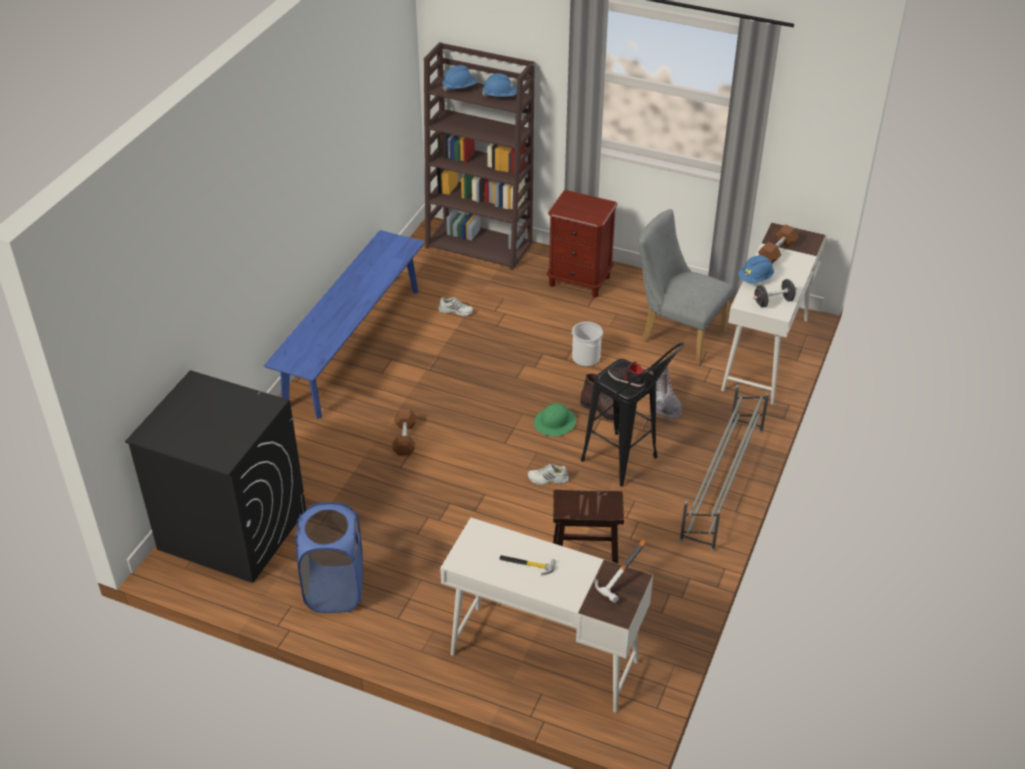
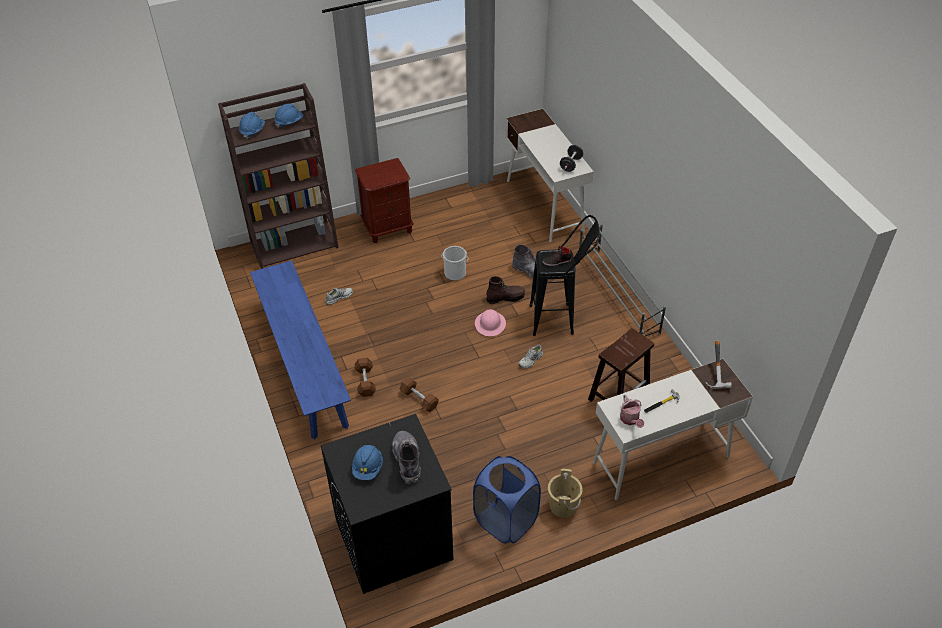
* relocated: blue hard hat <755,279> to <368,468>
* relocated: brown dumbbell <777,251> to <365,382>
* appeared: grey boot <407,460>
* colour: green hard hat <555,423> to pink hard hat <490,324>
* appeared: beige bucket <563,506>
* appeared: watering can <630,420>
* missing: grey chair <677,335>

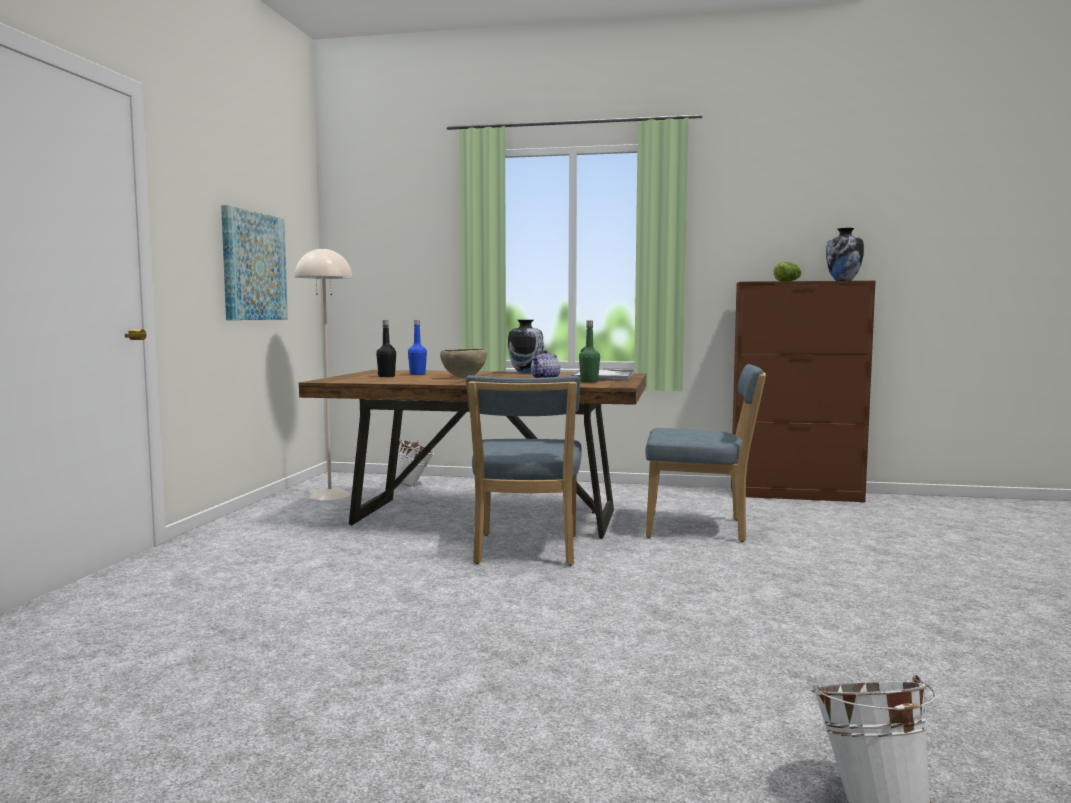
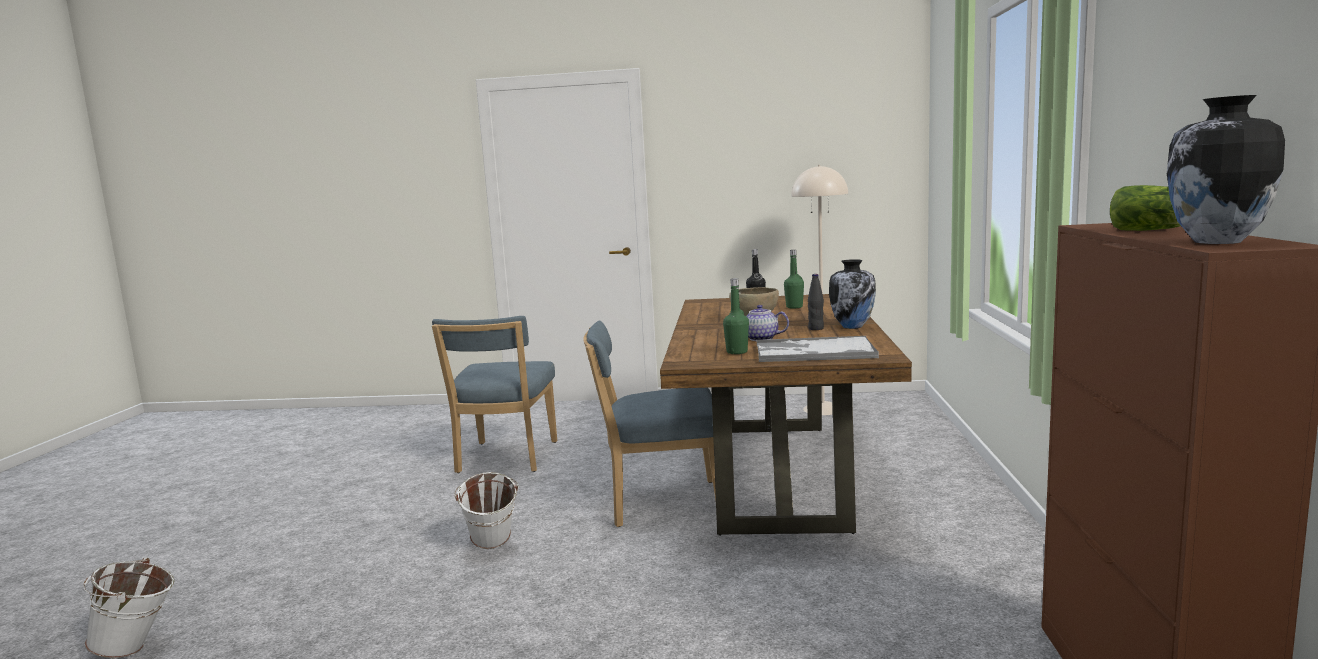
* relocated: blue chair <701,528> to <505,459>
* relocated: white bucket <413,486> to <491,547>
* colour: blue bottle <417,374> to green bottle <794,307>
* appeared: black bottle <816,328>
* missing: picture <253,266>

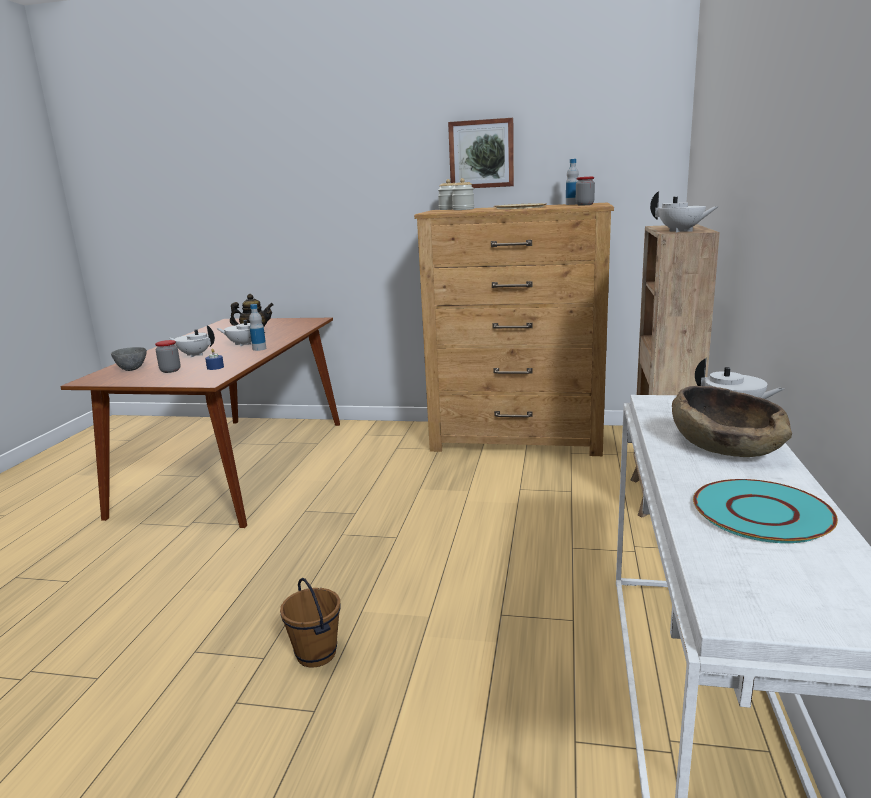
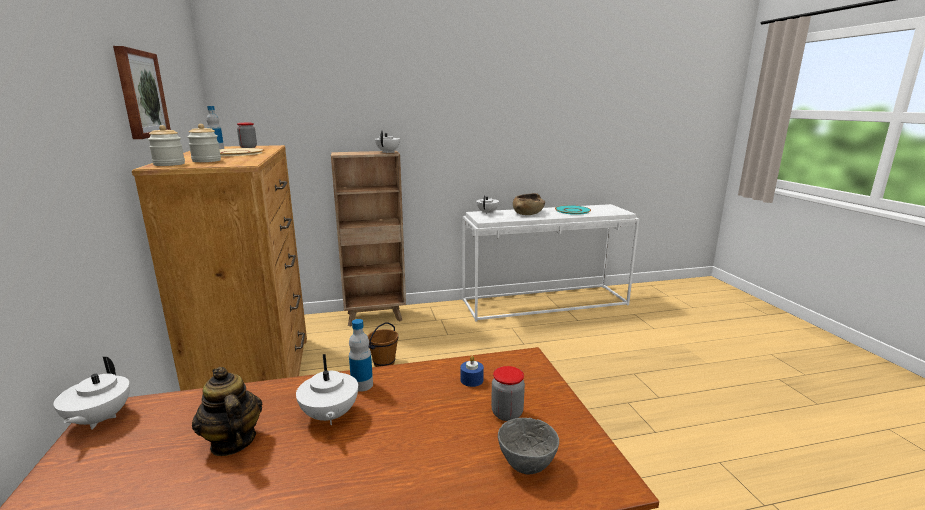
* relocated: white teapot <195,355> to <99,420>
* relocated: brown bucket <317,654> to <384,363>

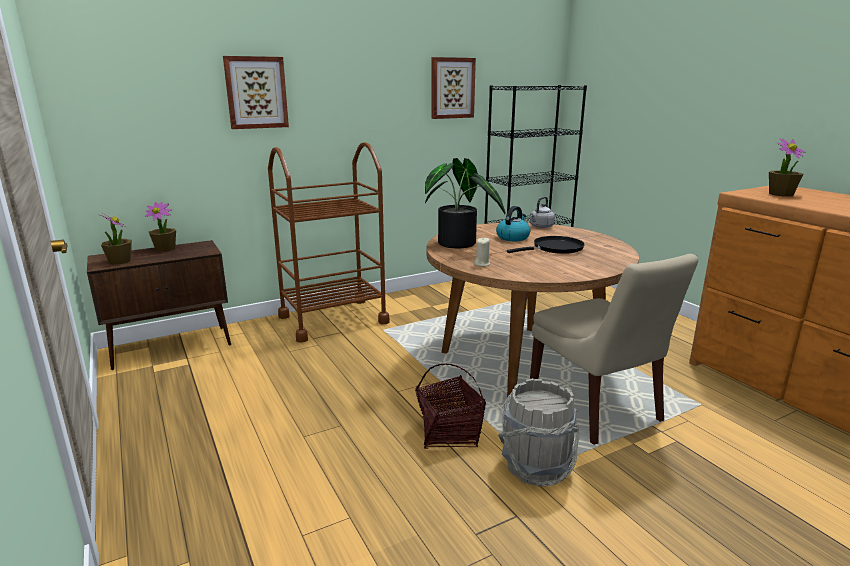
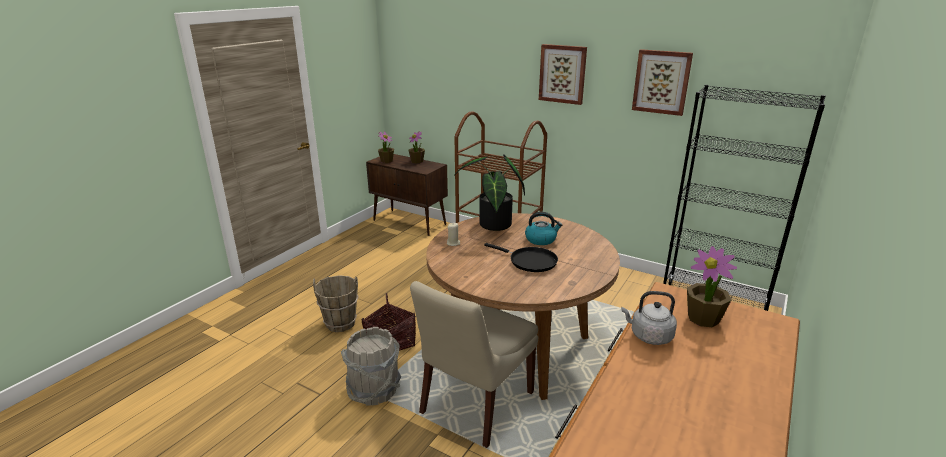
* appeared: brown bucket <340,323>
* relocated: picture <256,92> to <562,74>
* relocated: grey kettle <540,226> to <648,336>

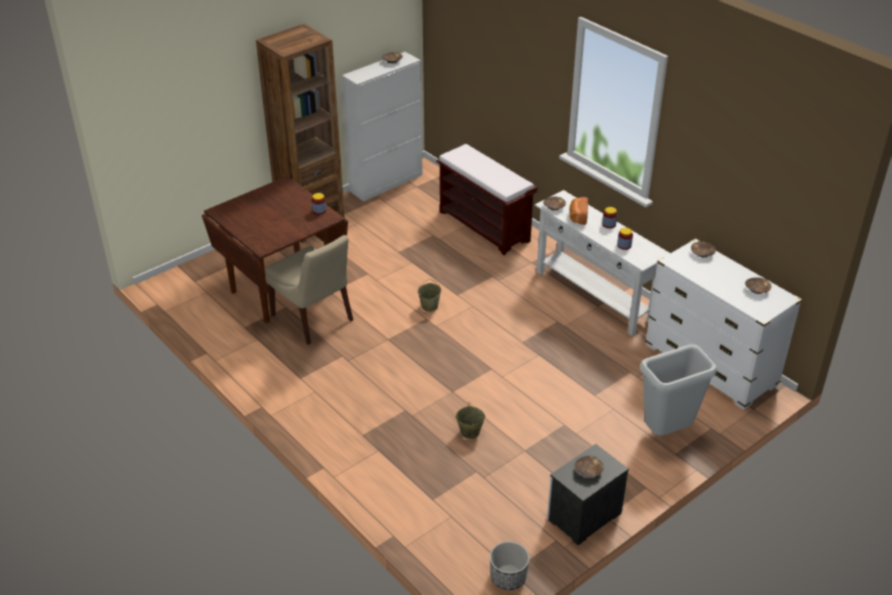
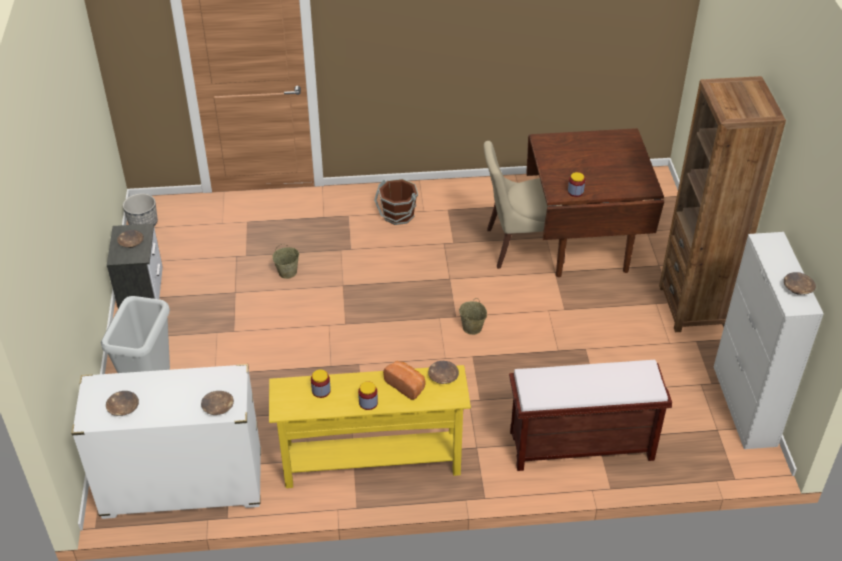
* colour: white console table <594,296> to yellow console table <372,464>
* appeared: brown bucket <398,215>

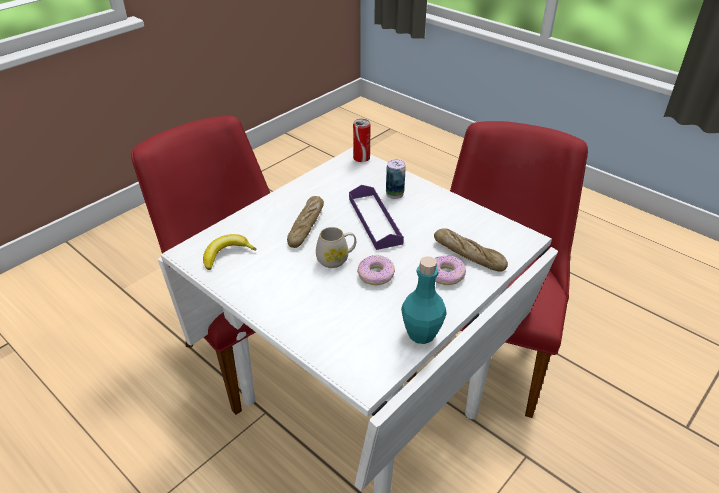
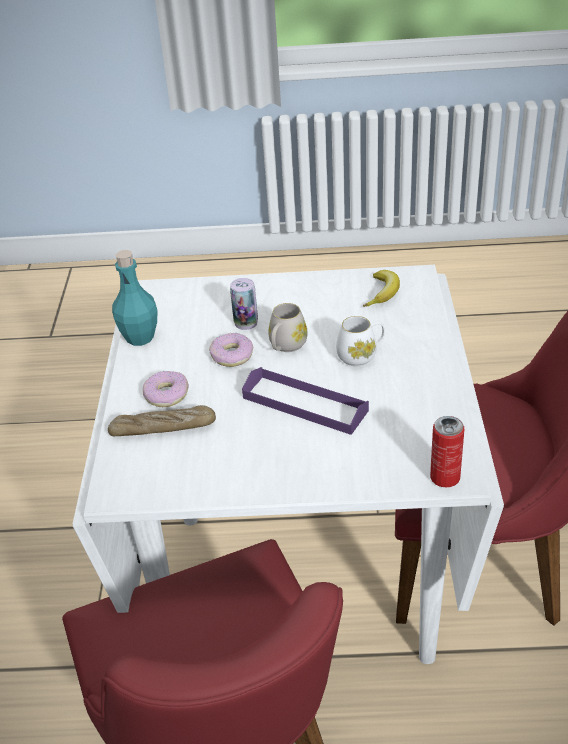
* relocated: can <394,194> to <246,323>
* exchanged: bread <306,226> to white mug <361,355>

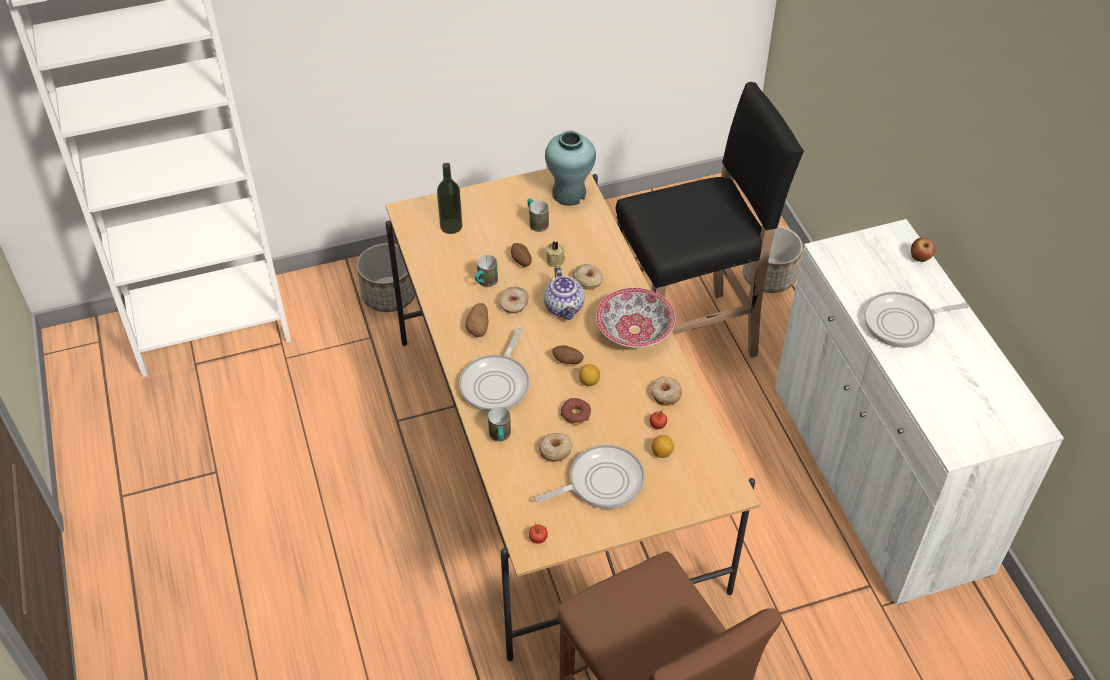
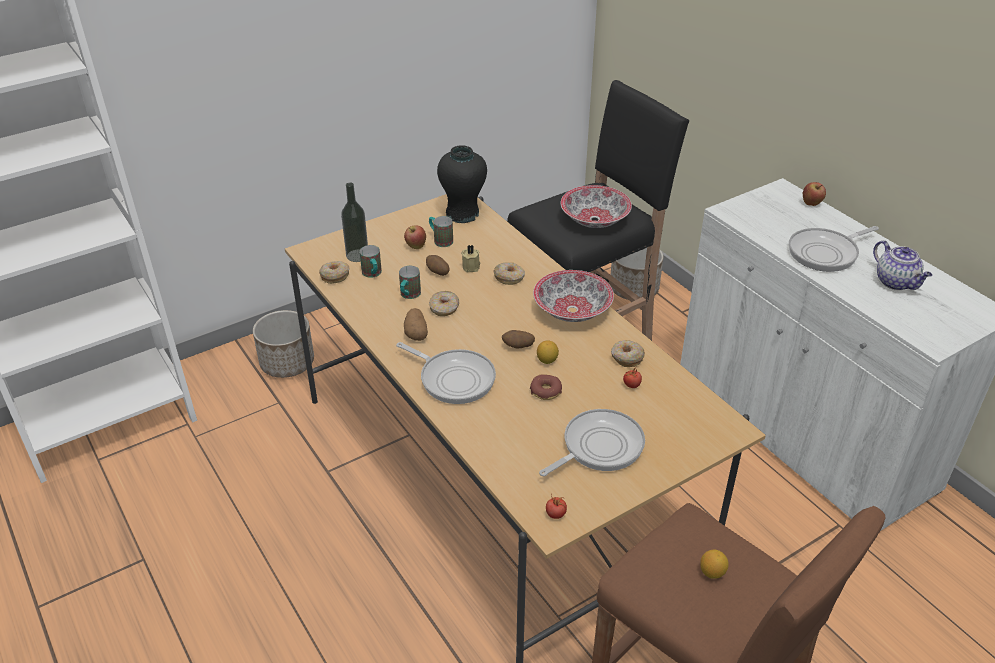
* relocated: donut <555,450> to <335,276>
* relocated: mug <500,437> to <373,274>
* spun: frying pan <497,383> = <454,378> 60 degrees counterclockwise
* appeared: apple <415,246>
* colour: turquoise vase <569,193> to black vase <462,213>
* appeared: bowl <594,220>
* relocated: lemon <662,453> to <712,572>
* relocated: teapot <564,308> to <896,282>

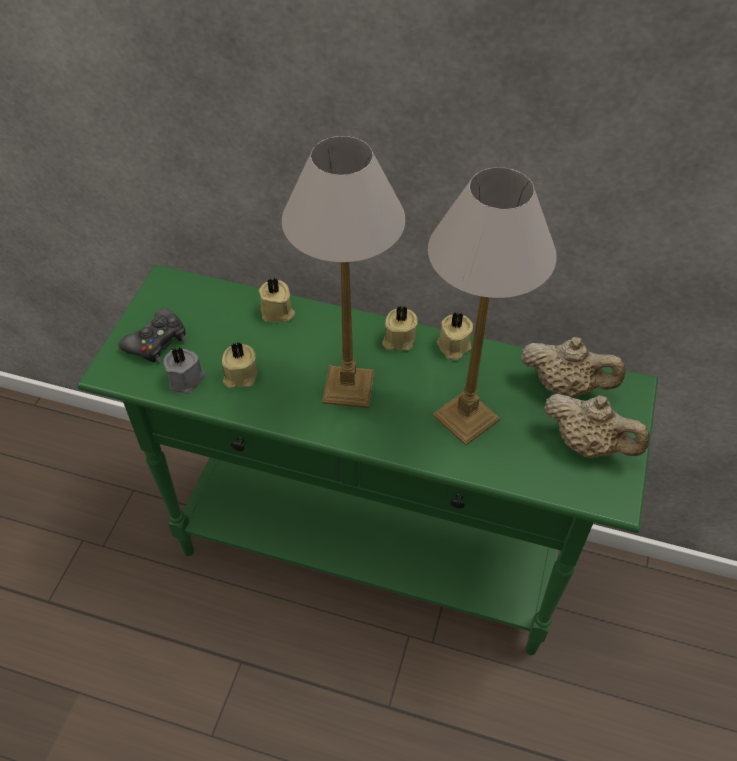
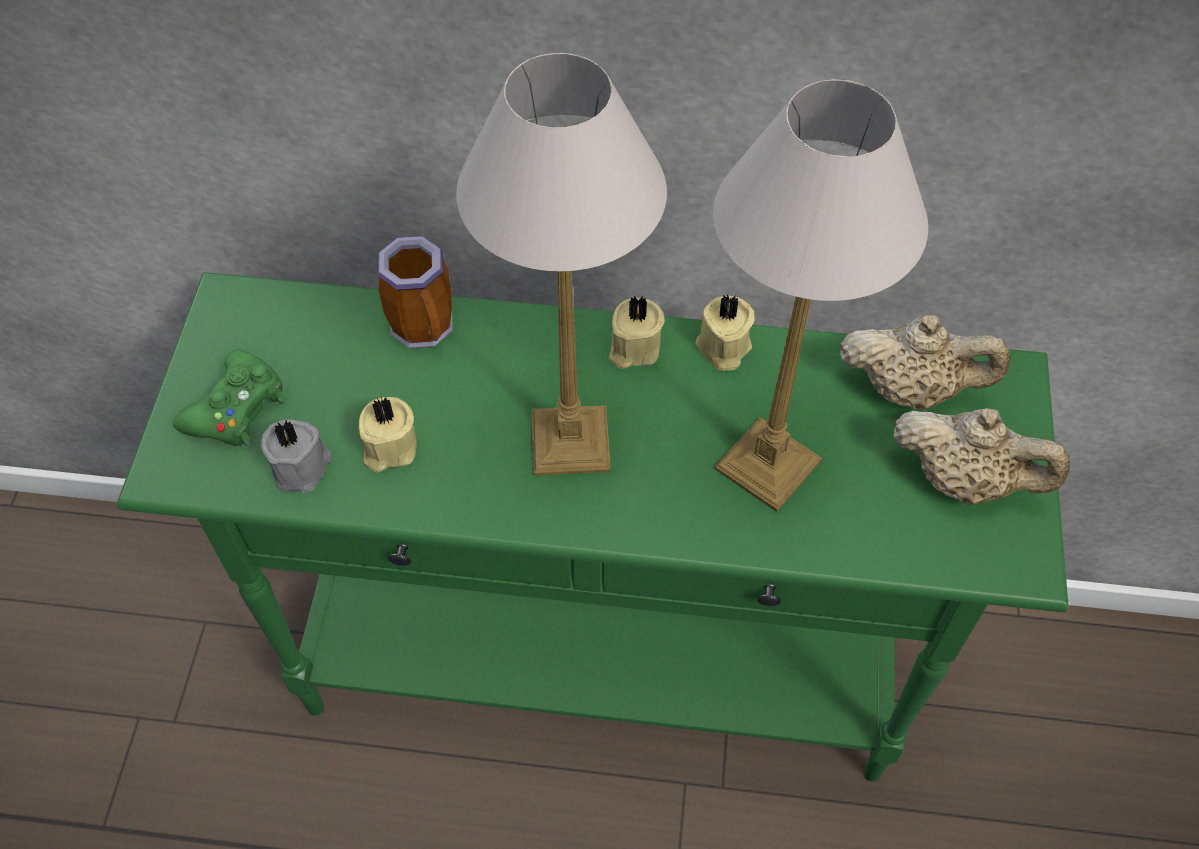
* colour: black game controller <157,342> to green game controller <237,409>
* exchanged: beige candle <277,312> to mug <427,329>

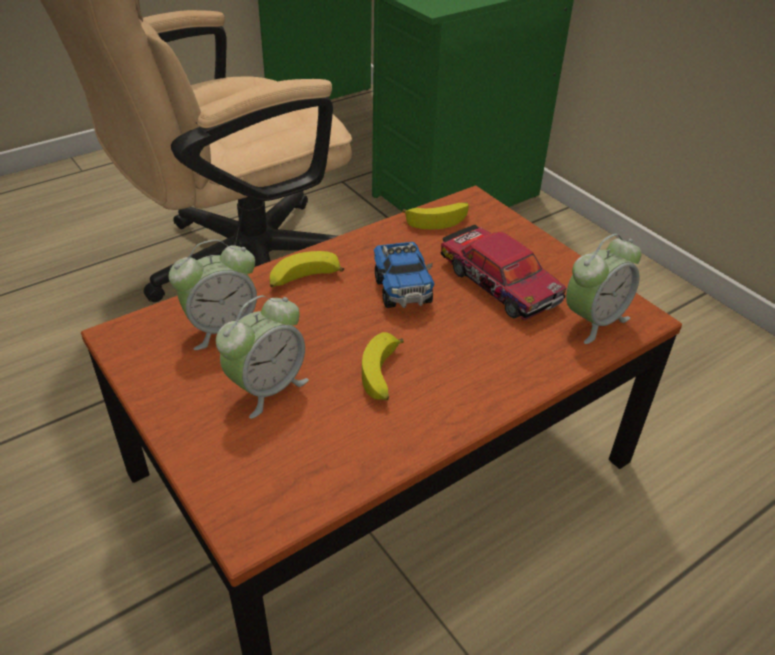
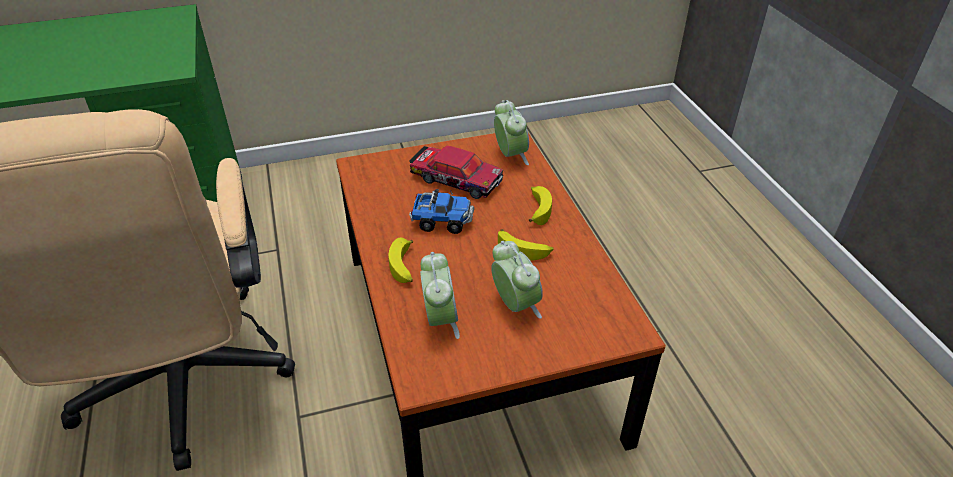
* spun: toy car <499,282> = <456,179> 45 degrees clockwise
* relocated: banana <438,219> to <537,209>

